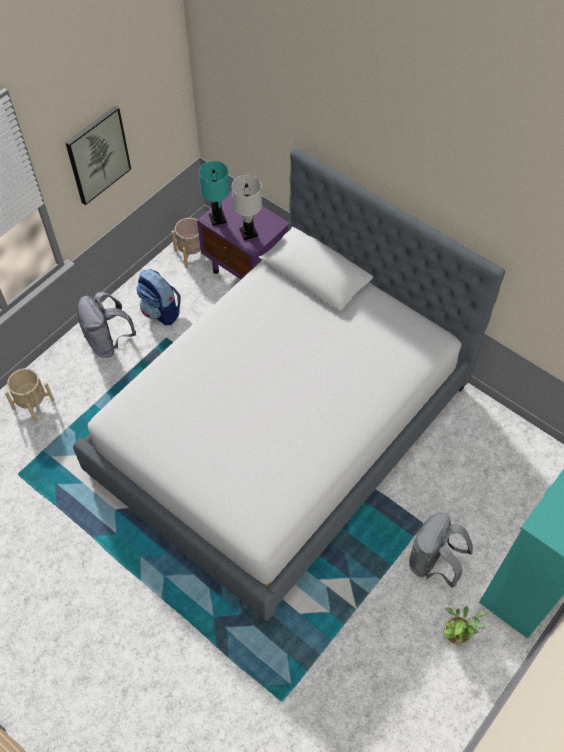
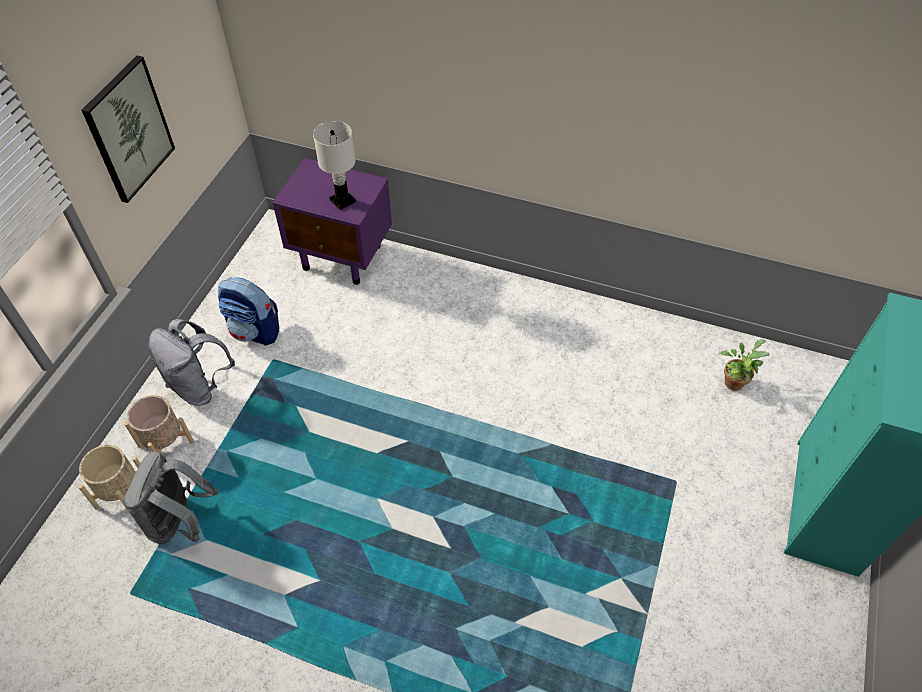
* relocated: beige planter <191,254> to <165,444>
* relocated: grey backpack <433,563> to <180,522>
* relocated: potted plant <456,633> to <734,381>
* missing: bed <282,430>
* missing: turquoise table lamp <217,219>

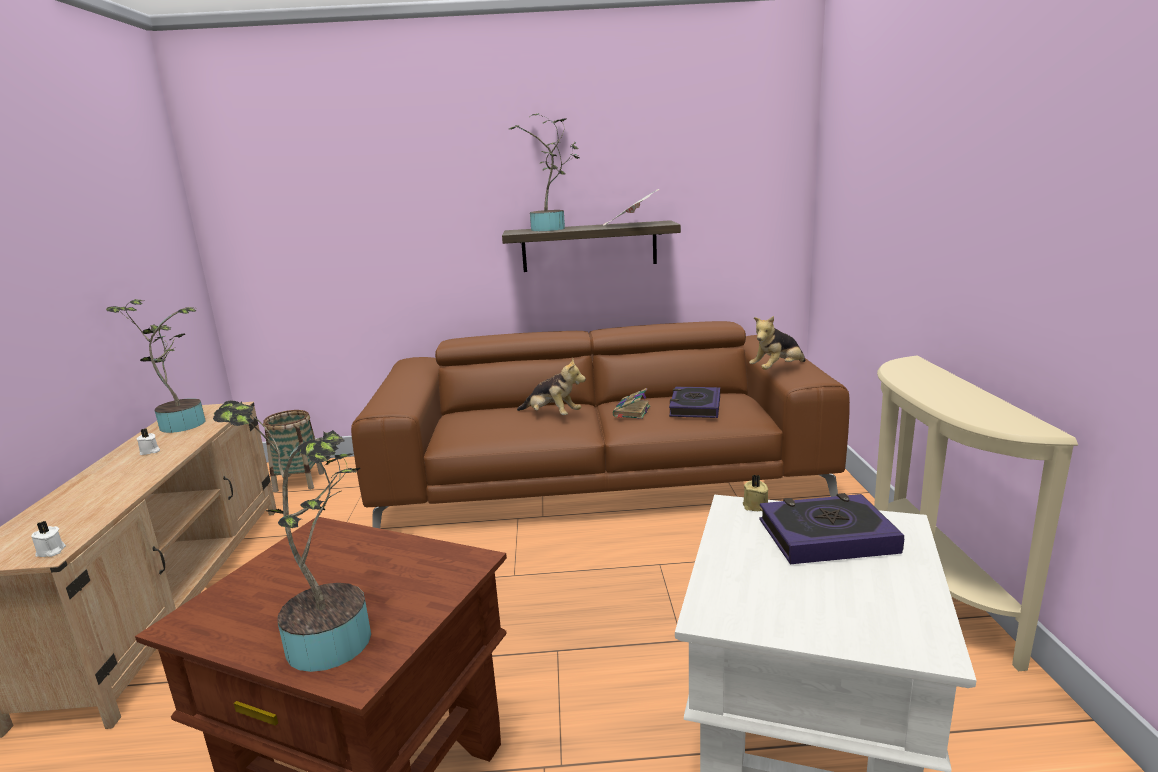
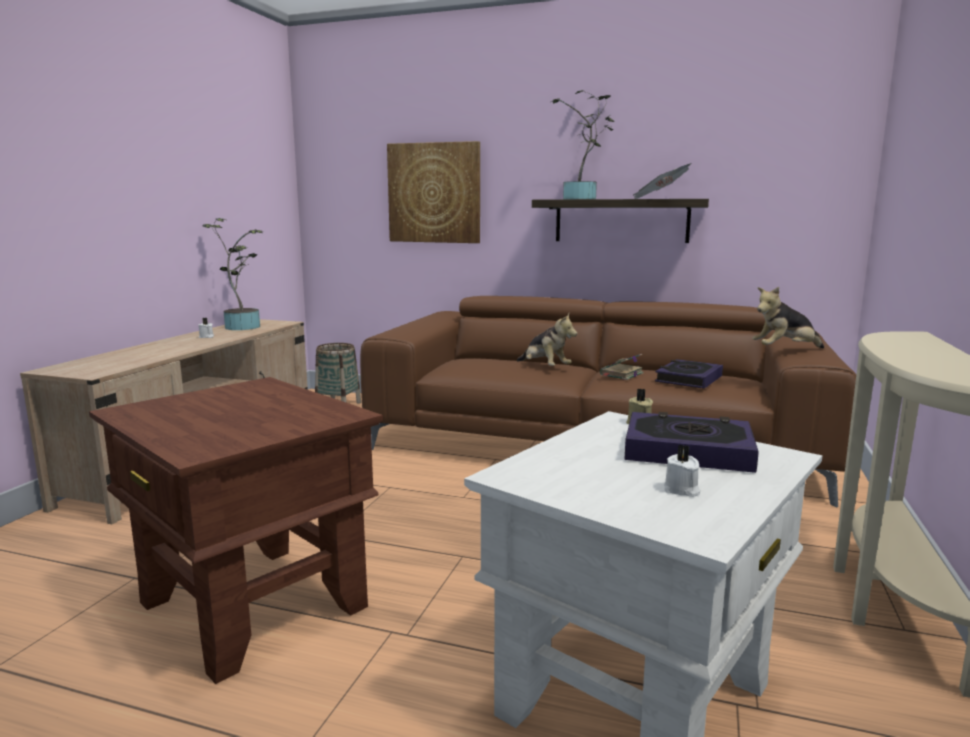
* appeared: picture <434,193>
* relocated: white candle <51,552> to <681,490>
* missing: potted plant <333,635>

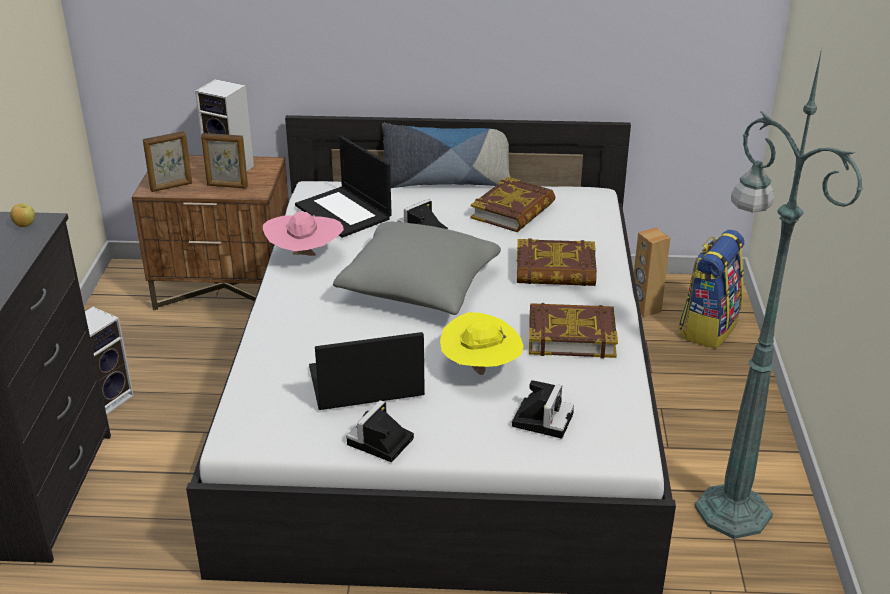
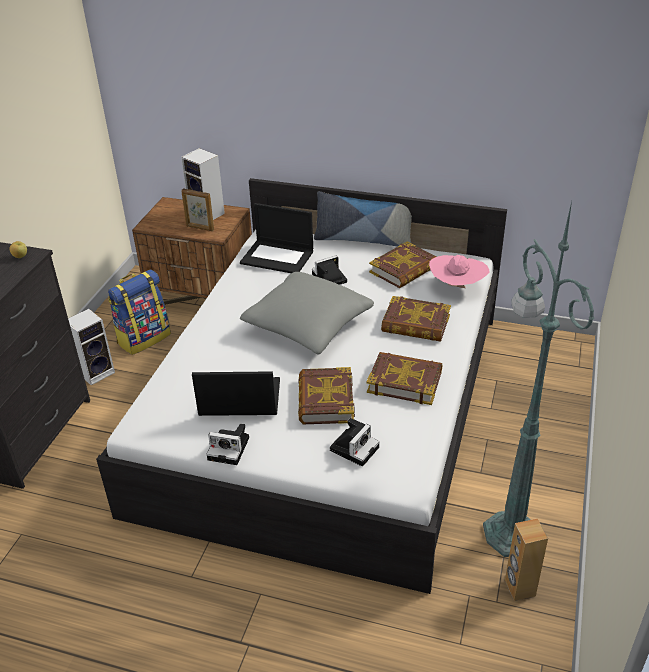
* relocated: backpack <708,327> to <144,338>
* spun: photo camera <380,443> = <230,448> 120 degrees counterclockwise
* spun: laptop <344,212> = <278,257> 45 degrees counterclockwise
* exchanged: yellow hat <480,370> to book <325,400>
* relocated: pink hat <305,257> to <456,287>
* relocated: brown speaker <645,308> to <519,588>
* missing: picture frame <171,187>

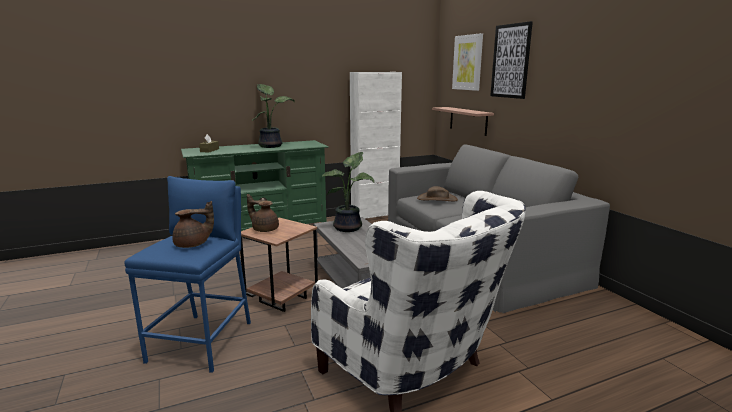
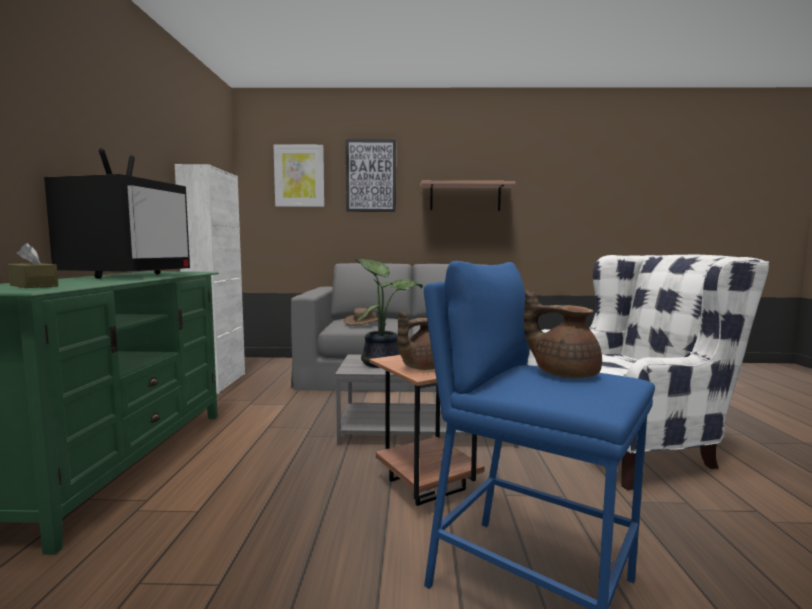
* exchanged: potted plant <271,146> to television <127,276>
* relocated: shelf <468,120> to <465,197>
* spun: brown teapot <193,245> = <563,373> 60 degrees counterclockwise

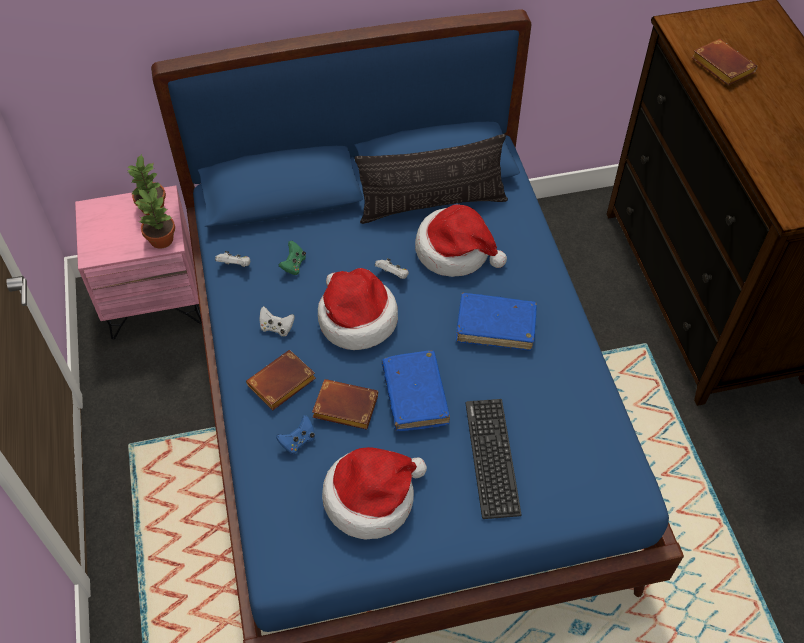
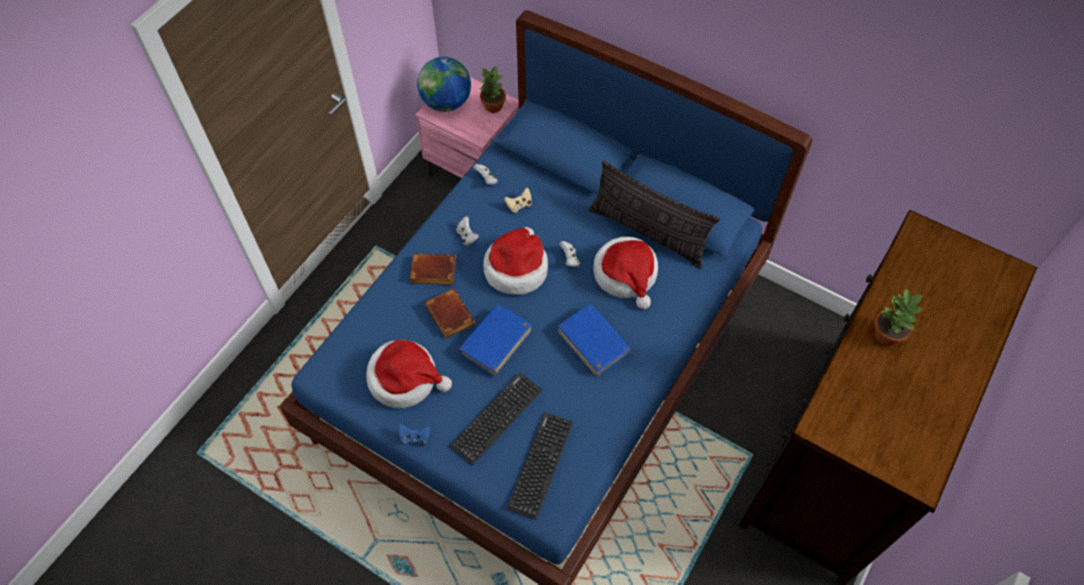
* relocated: blue game controller <298,441> to <415,438>
* appeared: globe <446,103>
* colour: green game controller <293,265> to beige game controller <519,205>
* appeared: keyboard <540,465>
* relocated: potted plant <161,239> to <887,334>
* missing: brown book <720,66>

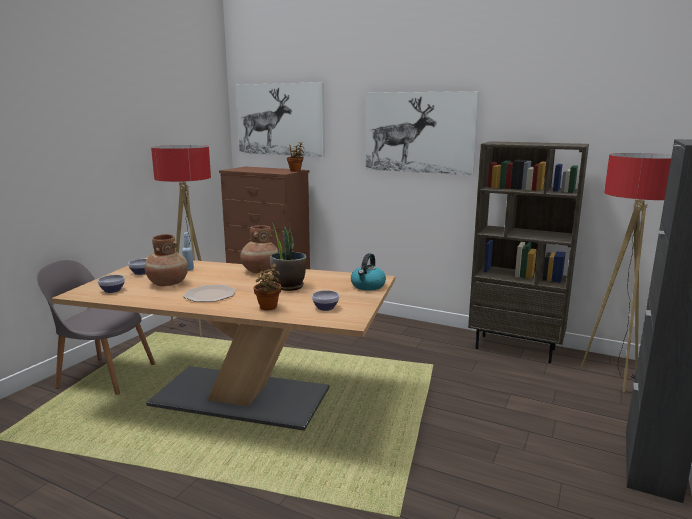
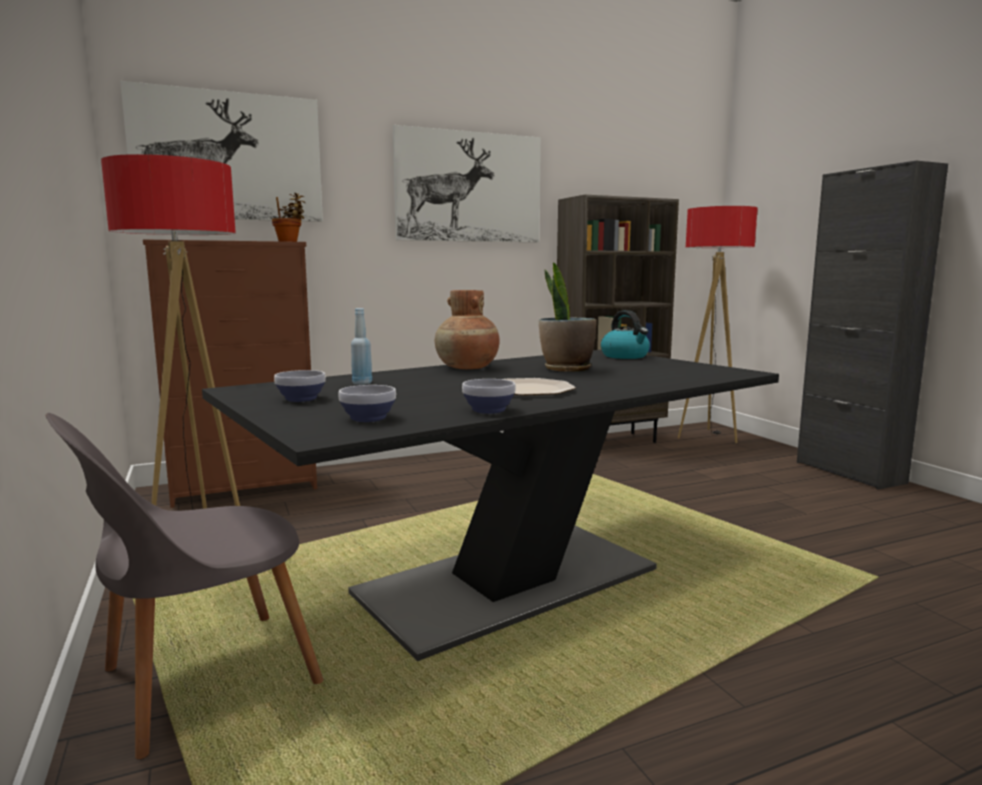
* colour: beige dining table <240,397> to black dining table <508,582>
* relocated: bowl <326,308> to <490,410>
* missing: brown vase <168,283>
* missing: potted plant <268,308>

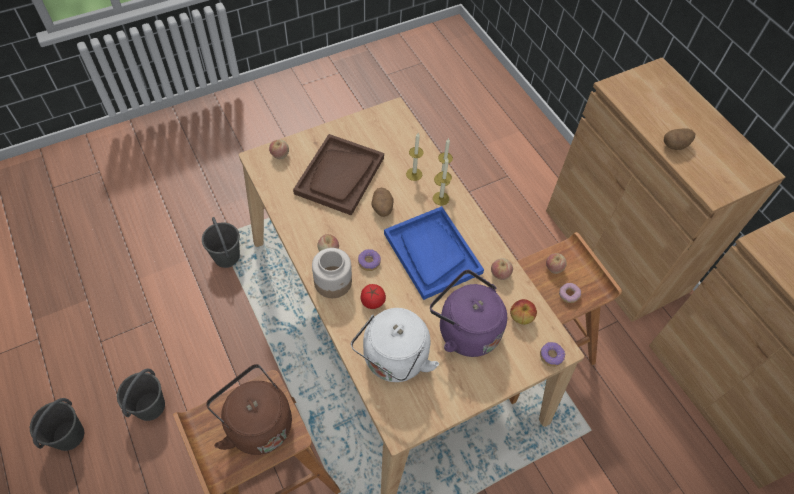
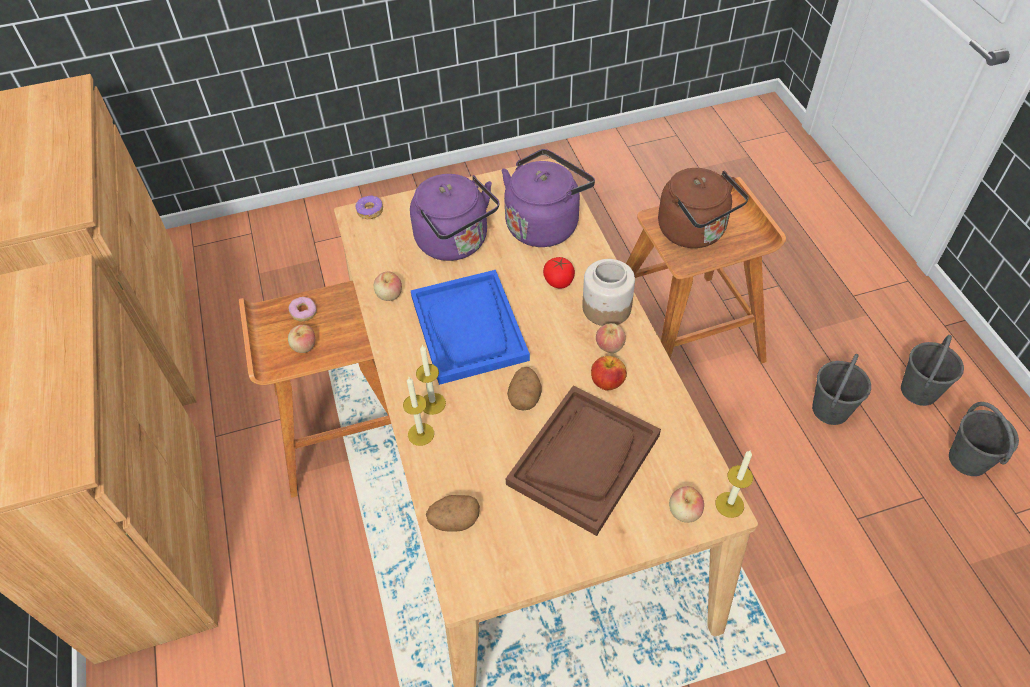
* relocated: potato <675,145> to <454,520>
* colour: white kettle <393,360> to purple kettle <544,224>
* relocated: apple <521,317> to <607,382>
* relocated: candle <414,174> to <729,504>
* relocated: grey bucket <226,256> to <968,460>
* missing: donut <369,262>

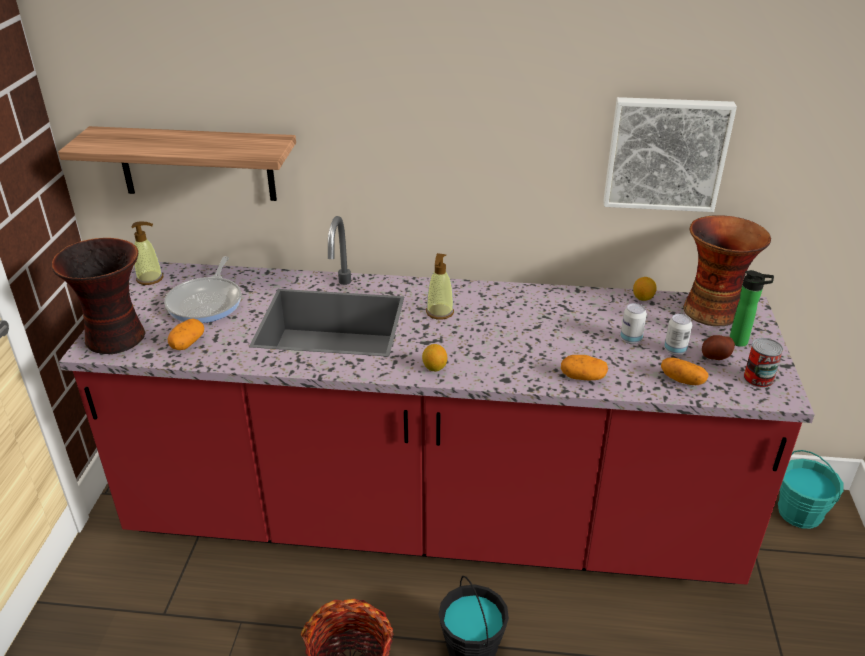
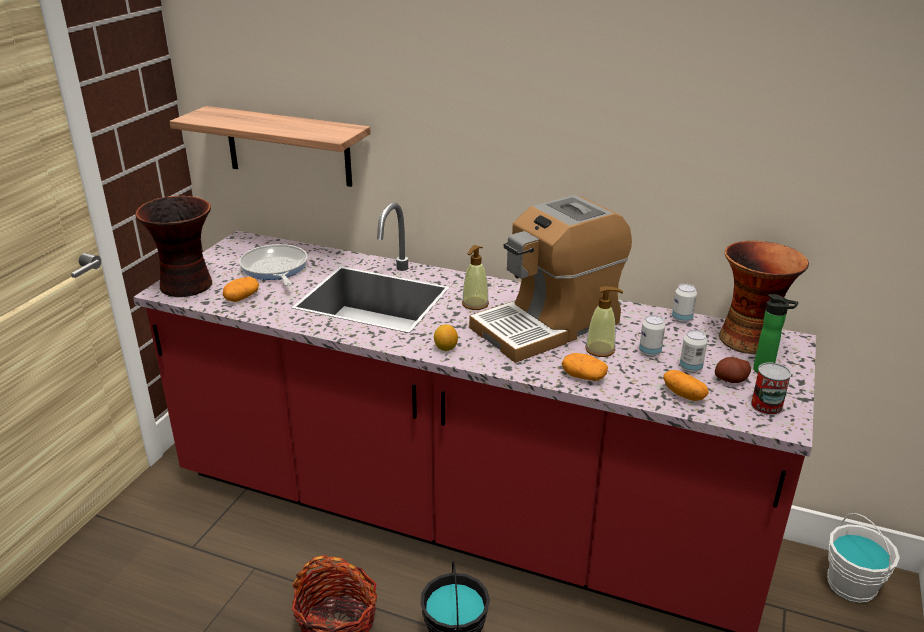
* spun: frying pan <207,302> = <274,269> 135 degrees clockwise
* appeared: coffee machine <548,325>
* relocated: soap dispenser <150,278> to <600,350>
* exchanged: lemon <643,298> to can <682,319>
* colour: turquoise bucket <800,513> to white bucket <852,585>
* missing: picture <665,153>

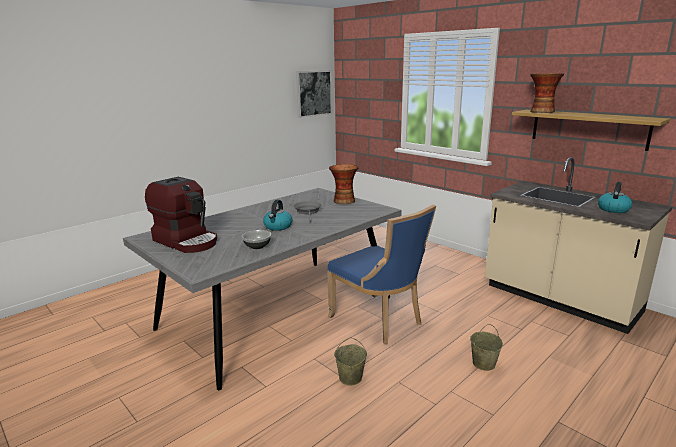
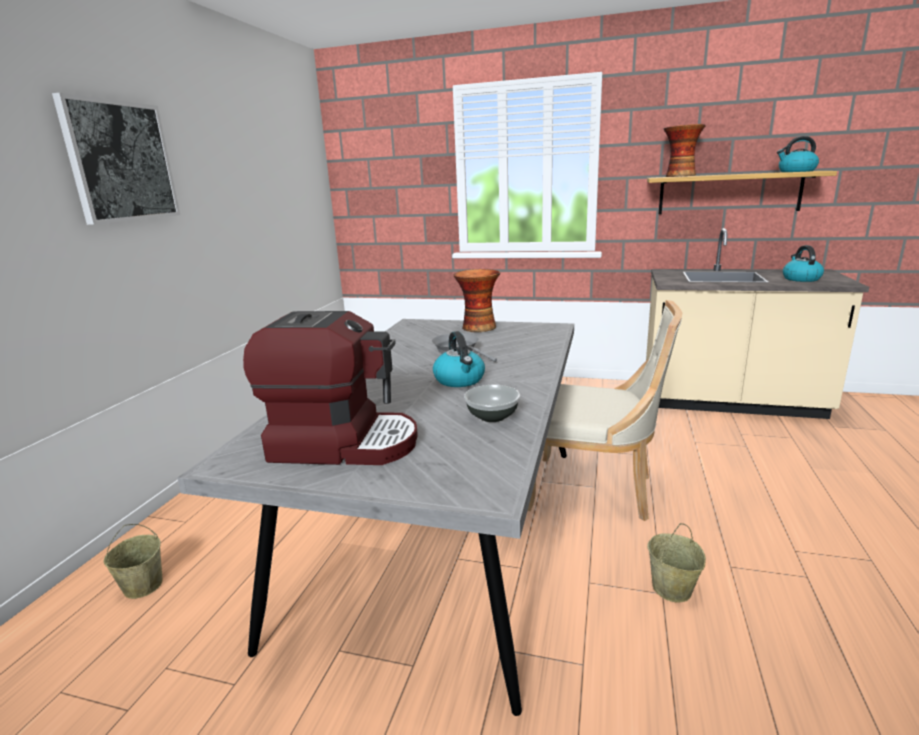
* relocated: picture <313,93> to <120,162>
* relocated: beige bucket <483,363> to <143,585>
* colour: blue chair <379,320> to beige chair <595,491>
* appeared: kettle <796,171>

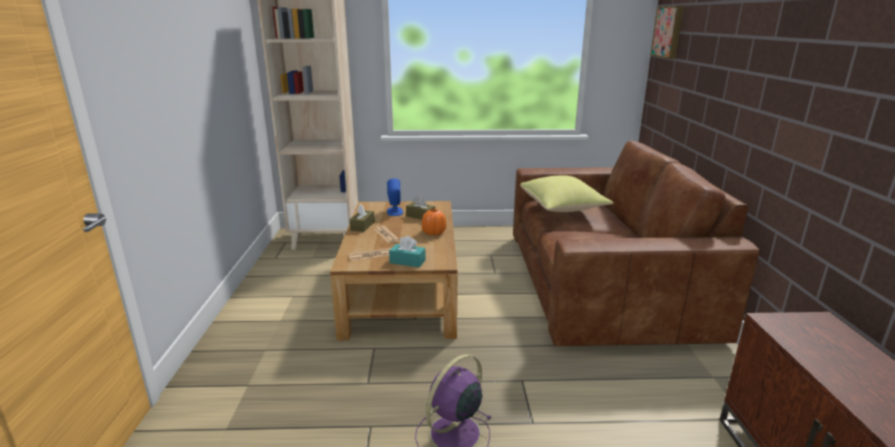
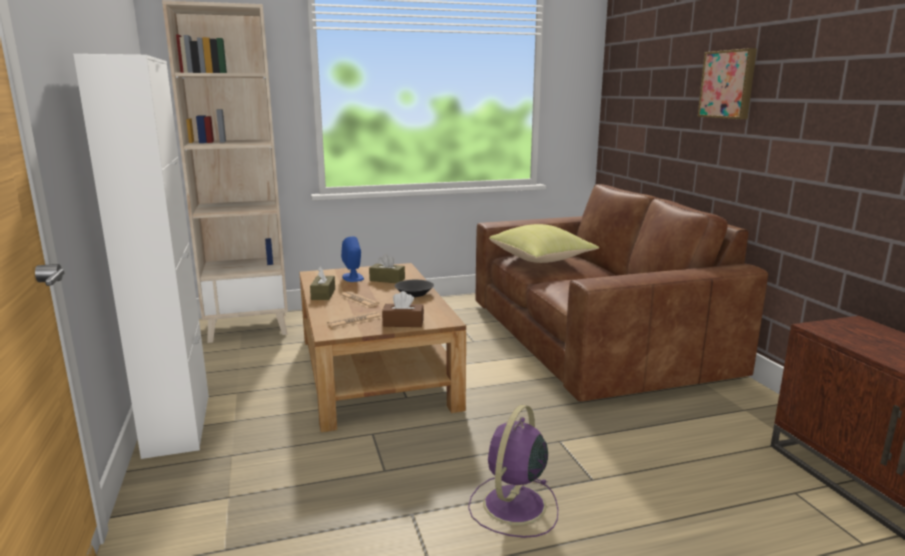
* appeared: white cabinet <178,424>
* colour: turquoise tissue box <407,261> to brown tissue box <403,323>
* exchanged: orange vase <434,232> to black bowl <414,293>
* relocated: picture <669,32> to <728,84>

